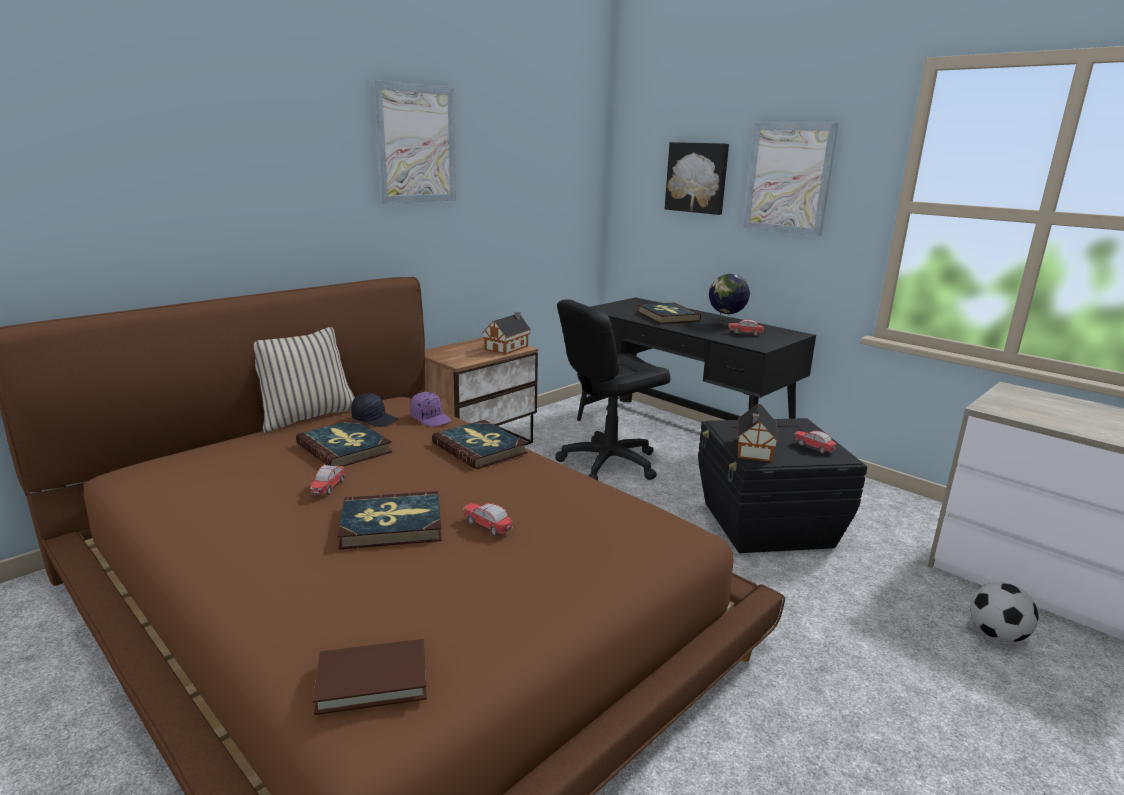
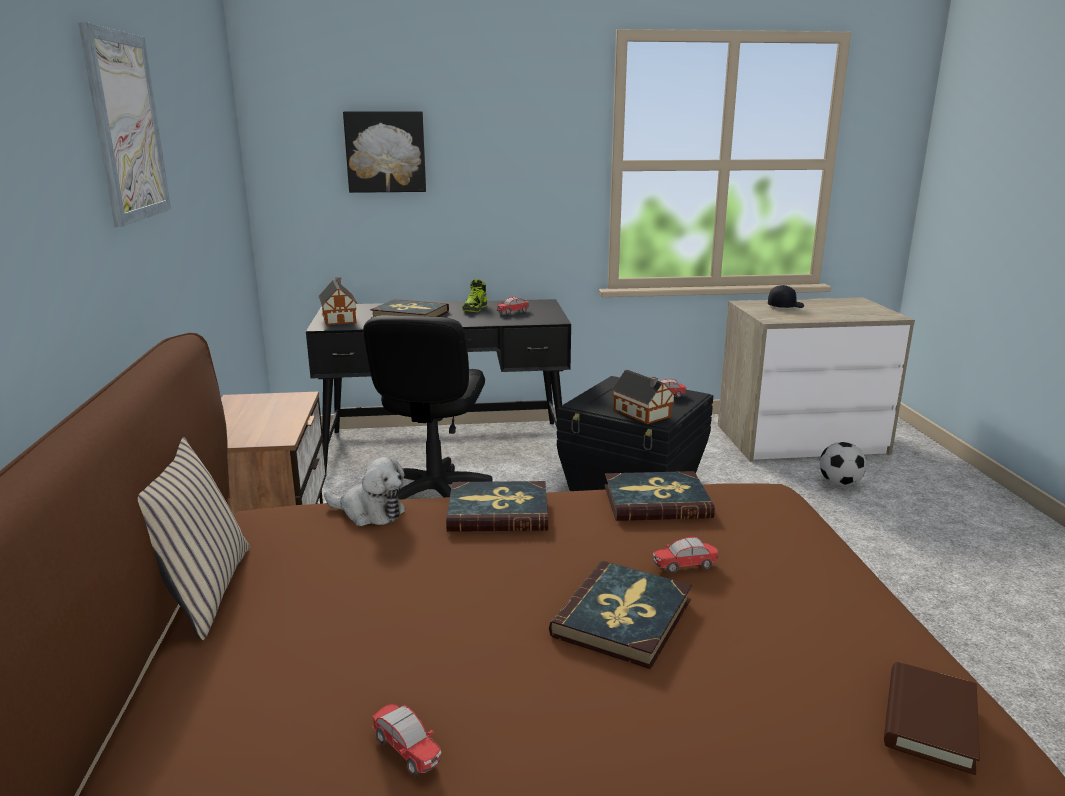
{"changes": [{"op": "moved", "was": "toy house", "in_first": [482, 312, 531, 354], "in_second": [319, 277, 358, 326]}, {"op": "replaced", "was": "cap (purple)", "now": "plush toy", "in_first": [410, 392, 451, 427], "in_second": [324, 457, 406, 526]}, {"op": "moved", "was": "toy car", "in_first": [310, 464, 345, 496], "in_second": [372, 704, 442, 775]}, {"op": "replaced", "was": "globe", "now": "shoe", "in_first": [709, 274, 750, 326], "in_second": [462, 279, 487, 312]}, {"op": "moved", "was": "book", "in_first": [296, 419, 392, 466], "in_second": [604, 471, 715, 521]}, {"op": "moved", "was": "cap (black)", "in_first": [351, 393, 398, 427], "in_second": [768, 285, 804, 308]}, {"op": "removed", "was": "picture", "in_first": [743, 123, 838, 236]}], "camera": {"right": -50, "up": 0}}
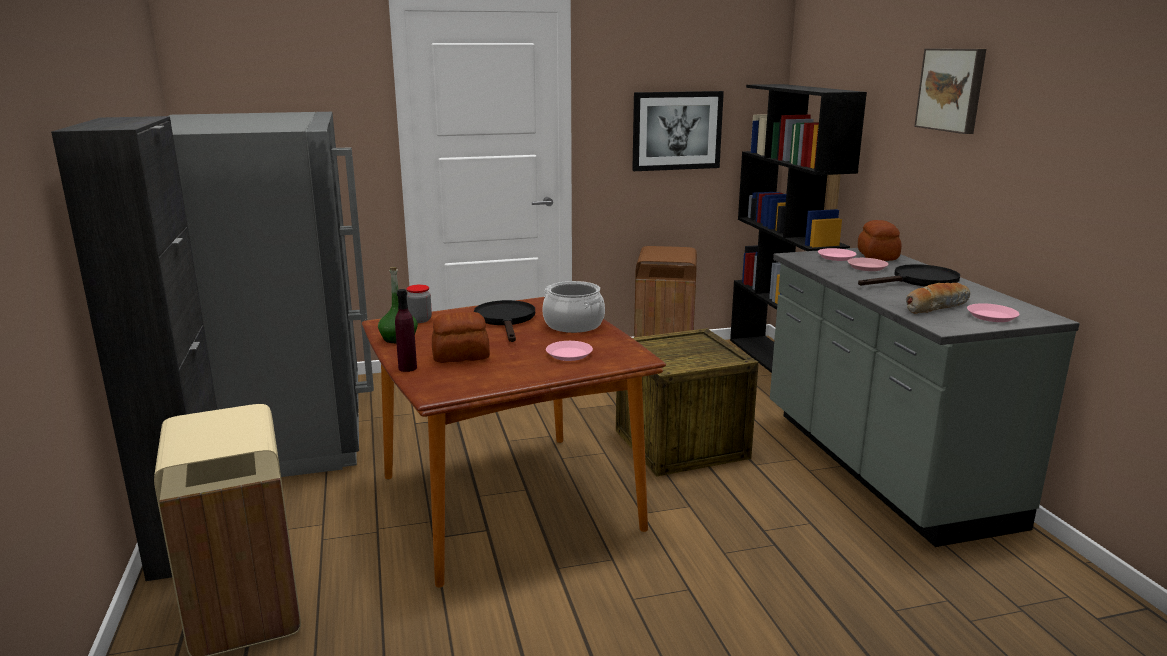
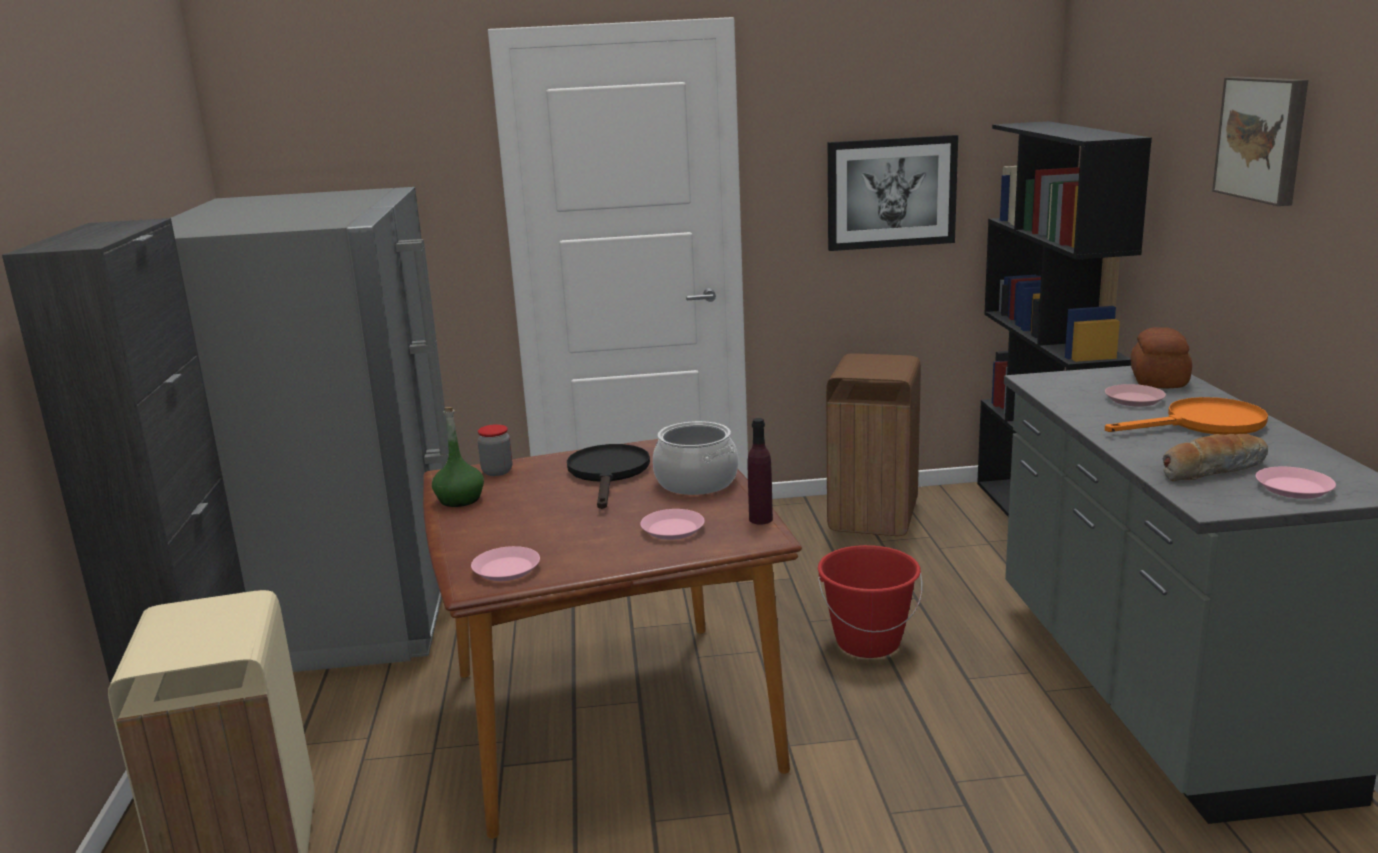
{"changes": [{"op": "moved", "was": "plate (pink)", "in_first": [818, 248, 856, 261], "in_second": [471, 546, 540, 581]}, {"op": "moved", "was": "bottle (purple)", "in_first": [395, 289, 417, 372], "in_second": [748, 418, 773, 524]}, {"op": "replaced", "was": "crate", "now": "bucket (red)", "in_first": [616, 328, 759, 477], "in_second": [818, 545, 922, 658]}, {"op": "recoloured", "was": "frying pan (black)", "now": "frying pan (orange)", "in_first": [858, 264, 960, 286], "in_second": [1105, 397, 1268, 435]}, {"op": "removed", "was": "bread", "in_first": [432, 312, 490, 363]}], "camera": {"right": 10, "up": 0}}
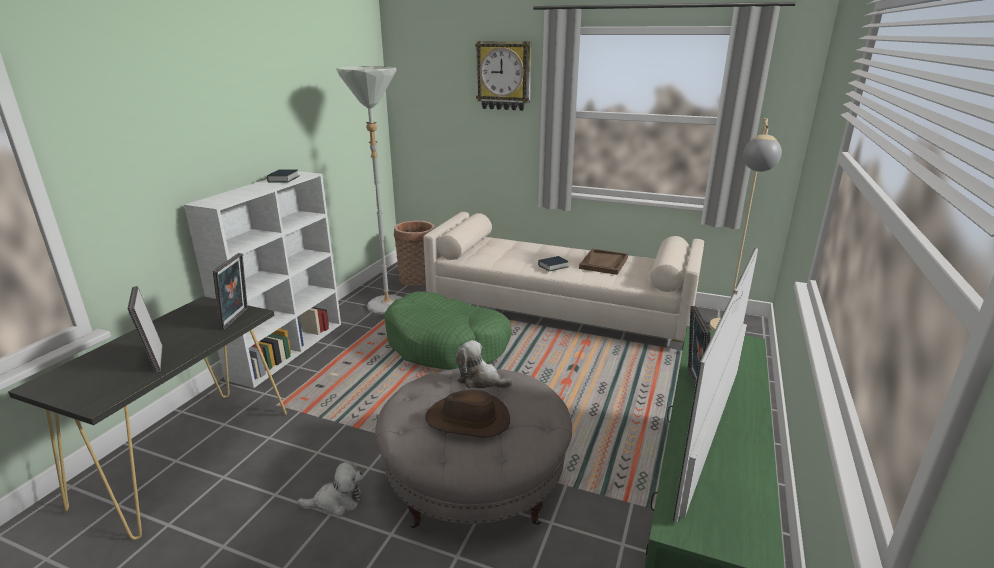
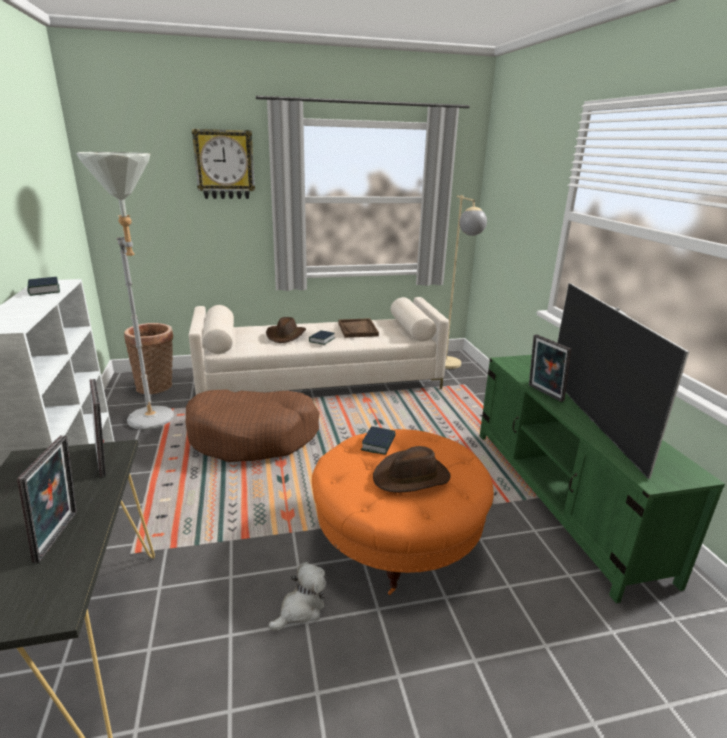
{"changes": [{"op": "turned", "was": "picture frame", "in_first": [127, 286, 163, 373], "in_second": [17, 435, 77, 563], "clockwise": -120}, {"op": "recoloured", "was": "dog bed (green)", "now": "dog bed (brown)", "in_first": [384, 292, 512, 370], "in_second": [185, 389, 320, 462]}, {"op": "added", "now": "hat (brown)", "in_second": [266, 317, 306, 343]}, {"op": "recoloured", "was": "ottoman (grey)", "now": "ottoman (orange)", "in_first": [375, 368, 572, 528], "in_second": [312, 429, 494, 595]}, {"op": "replaced", "was": "plush toy", "now": "book", "in_first": [455, 340, 512, 389], "in_second": [361, 426, 396, 455]}], "camera": {"right": -35, "up": 0}}
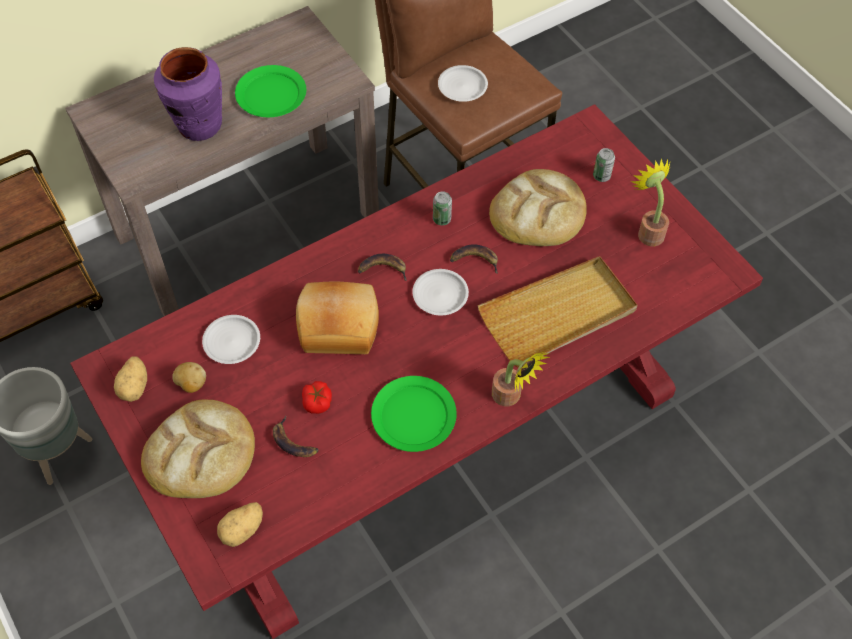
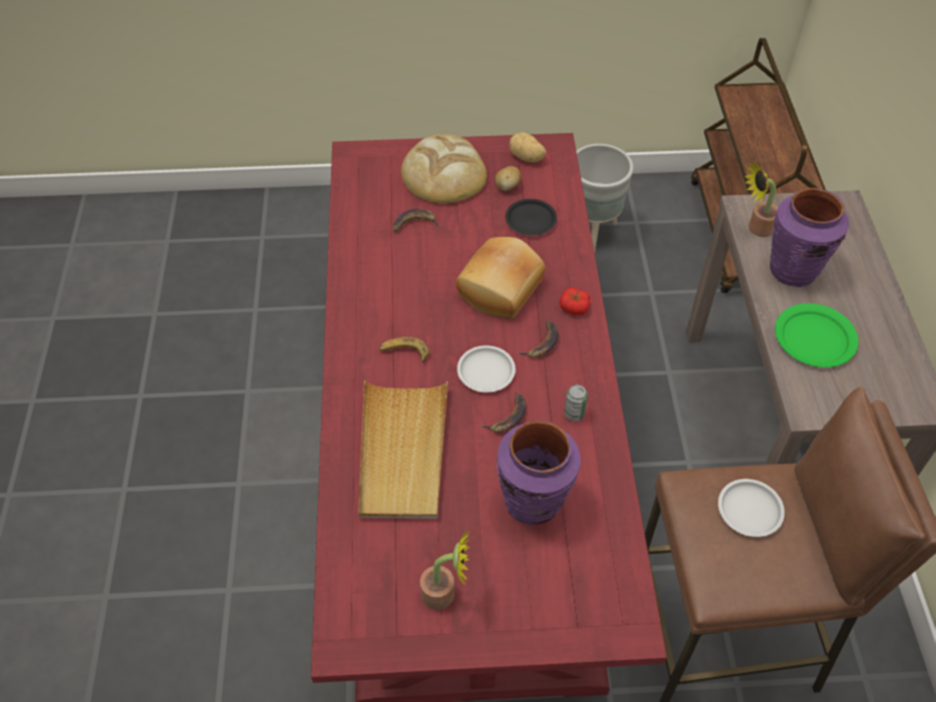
{"changes": [{"op": "added", "now": "banana", "in_second": [379, 337, 430, 363]}, {"op": "replaced", "was": "bread", "now": "vase (purple)", "in_first": [489, 169, 587, 246], "in_second": [497, 420, 580, 525]}, {"op": "recoloured", "was": "plate (white)", "now": "plate (black)", "in_first": [202, 315, 260, 364], "in_second": [505, 199, 557, 236]}, {"op": "moved", "was": "tomato", "in_first": [302, 381, 332, 414], "in_second": [559, 288, 590, 315]}, {"op": "moved", "was": "potted plant", "in_first": [492, 352, 550, 406], "in_second": [744, 160, 778, 237]}, {"op": "removed", "was": "potato", "in_first": [217, 502, 263, 547]}, {"op": "removed", "was": "plate (green)", "in_first": [371, 376, 457, 452]}, {"op": "removed", "was": "can", "in_first": [593, 148, 615, 182]}], "camera": {"right": 120, "up": -5}}
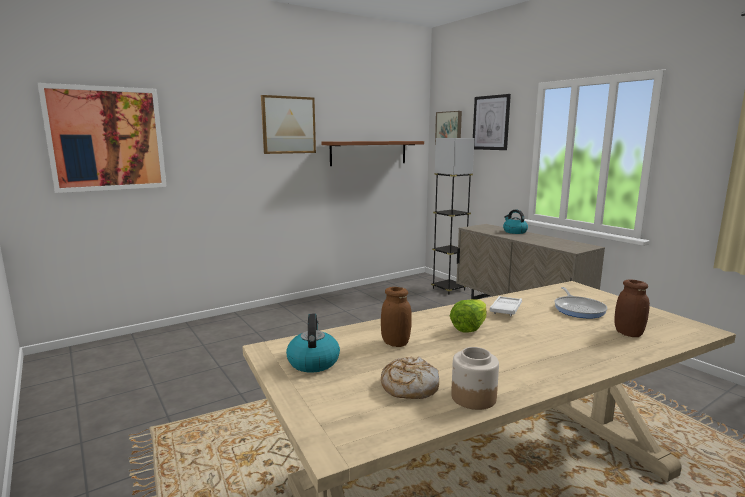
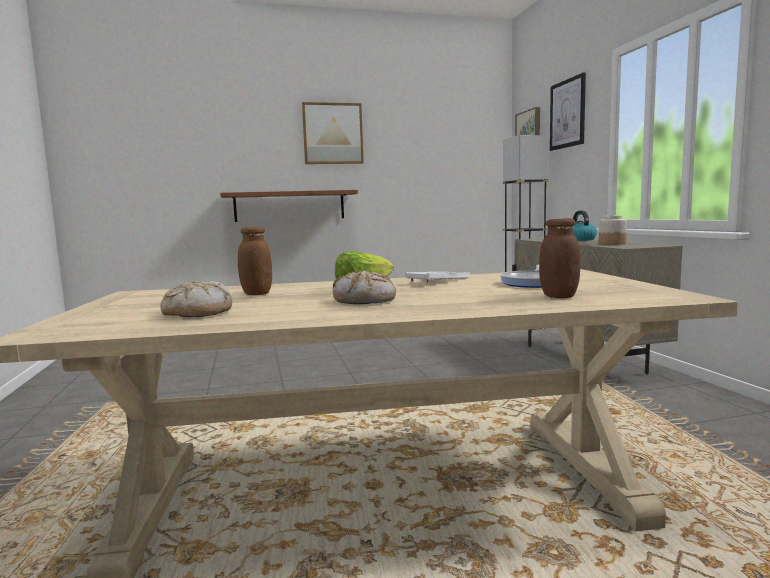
{"changes": [{"op": "moved", "was": "shelf (brown)", "in_first": [322, 141, 424, 166], "in_second": [220, 190, 358, 222]}, {"op": "added", "now": "bread", "in_second": [333, 270, 396, 304]}, {"op": "moved", "was": "jar", "in_first": [451, 347, 499, 410], "in_second": [599, 216, 627, 245]}, {"op": "removed", "was": "picture", "in_first": [38, 83, 167, 193]}, {"op": "removed", "was": "kettle", "in_first": [286, 314, 340, 372]}], "camera": {"right": 20, "up": -5}}
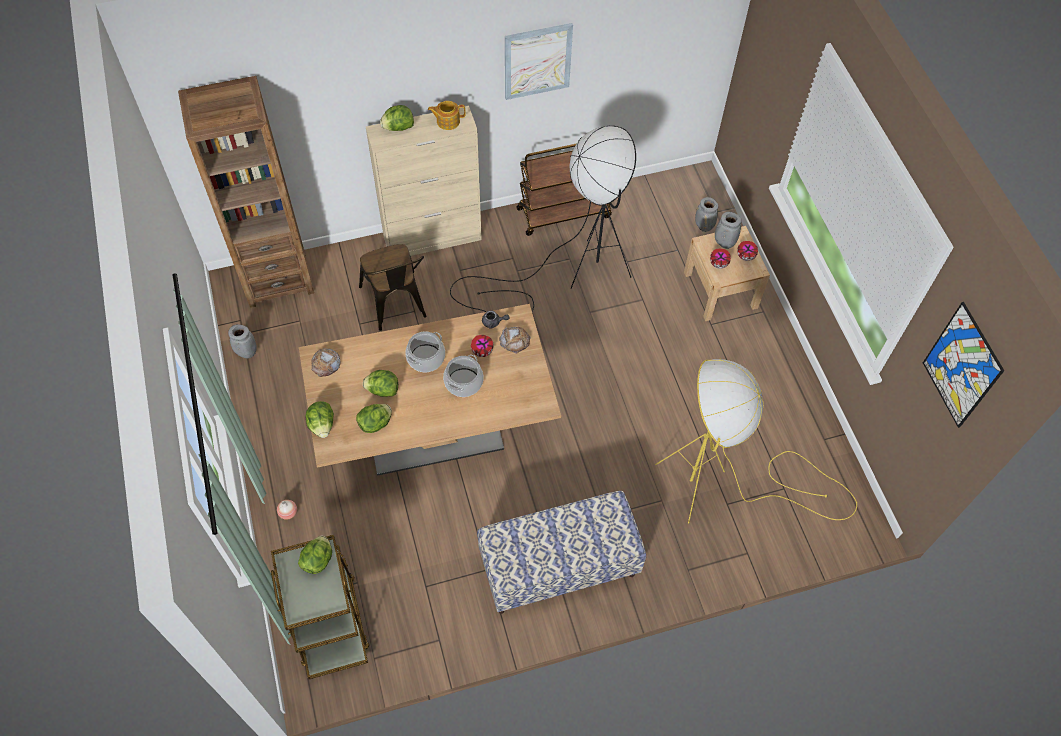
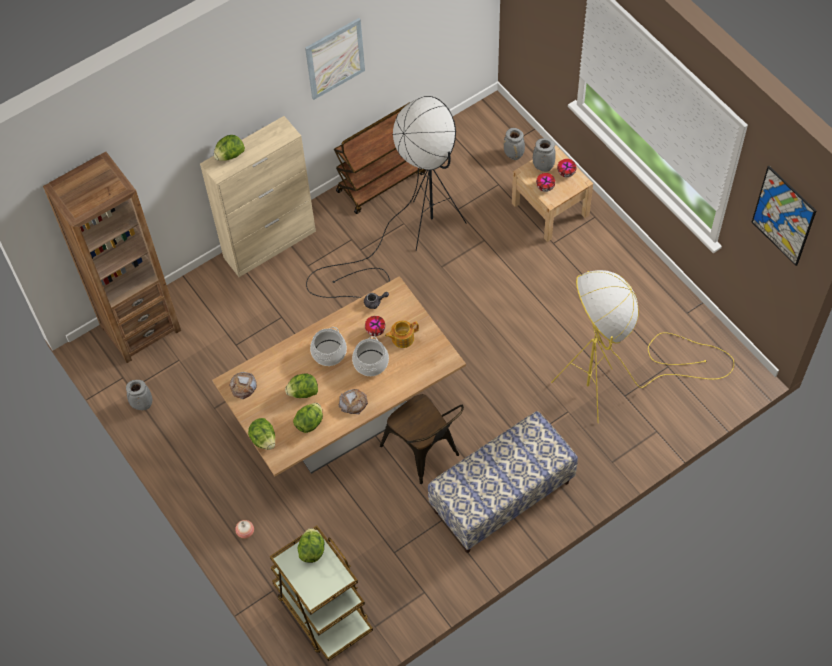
{"changes": [{"op": "moved", "was": "bread", "in_first": [499, 327, 531, 354], "in_second": [338, 389, 368, 414]}, {"op": "moved", "was": "chair (brown)", "in_first": [359, 244, 427, 331], "in_second": [380, 394, 464, 484]}, {"op": "moved", "was": "teapot", "in_first": [428, 101, 466, 130], "in_second": [385, 320, 419, 348]}], "camera": {"right": -15, "up": 0}}
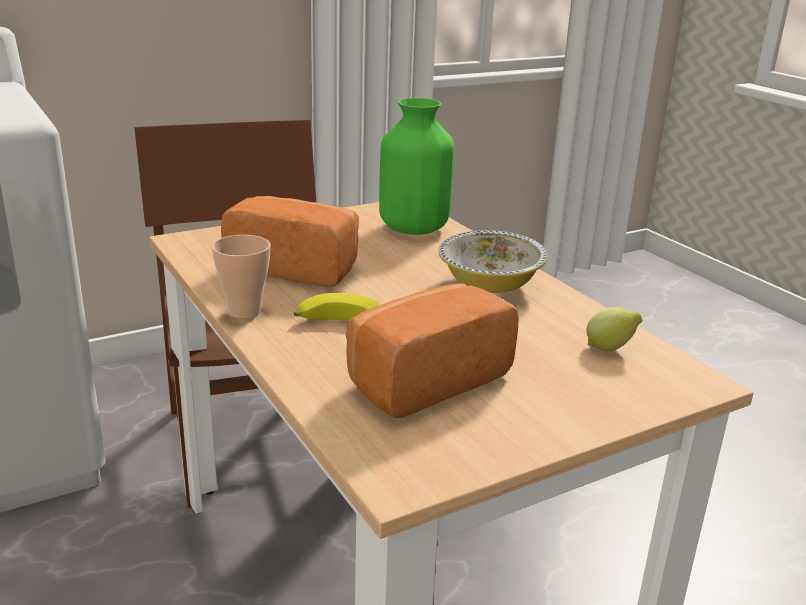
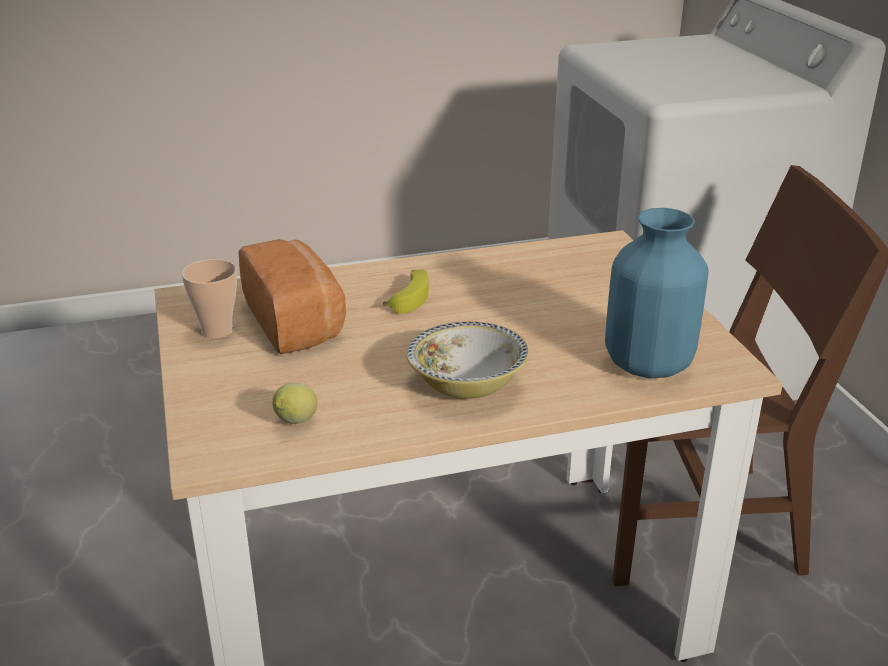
{"changes": [{"op": "moved", "was": "cup", "in_first": [212, 235, 271, 319], "in_second": [182, 259, 237, 339]}, {"op": "recoloured", "was": "vase (green)", "now": "vase (blue)", "in_first": [379, 98, 455, 235], "in_second": [605, 208, 708, 378]}, {"op": "removed", "was": "bread", "in_first": [221, 196, 359, 287]}], "camera": {"right": 105, "up": 5}}
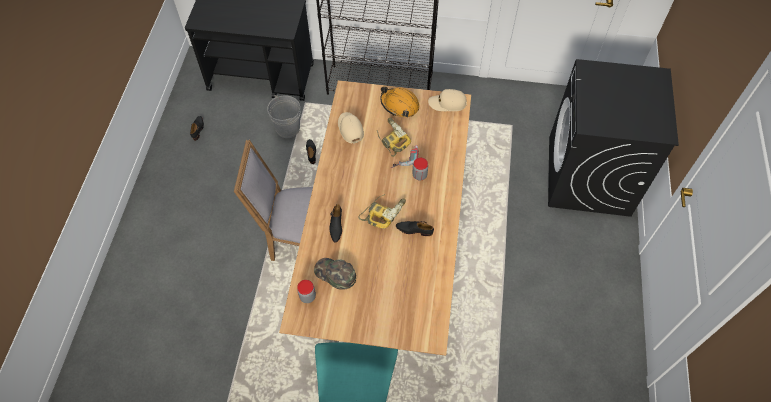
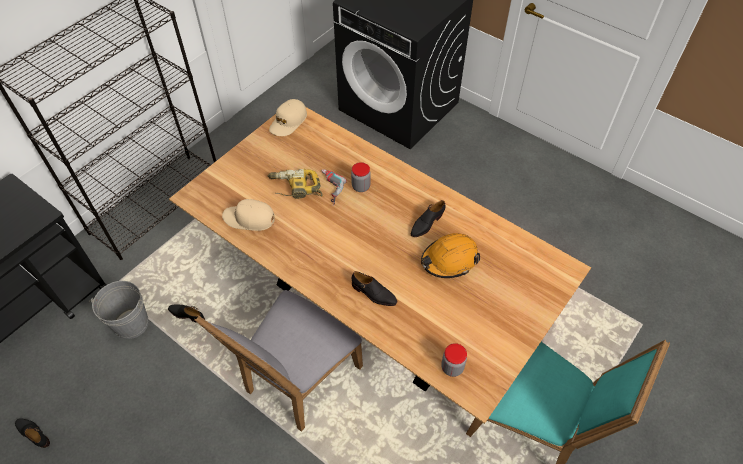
{"changes": [{"op": "moved", "was": "hard hat (orange)", "in_first": [380, 87, 420, 117], "in_second": [421, 233, 480, 278]}, {"op": "removed", "was": "cap (green)", "in_first": [314, 258, 356, 290]}, {"op": "removed", "was": "power drill", "in_first": [358, 194, 406, 229]}], "camera": {"right": -60, "up": -5}}
